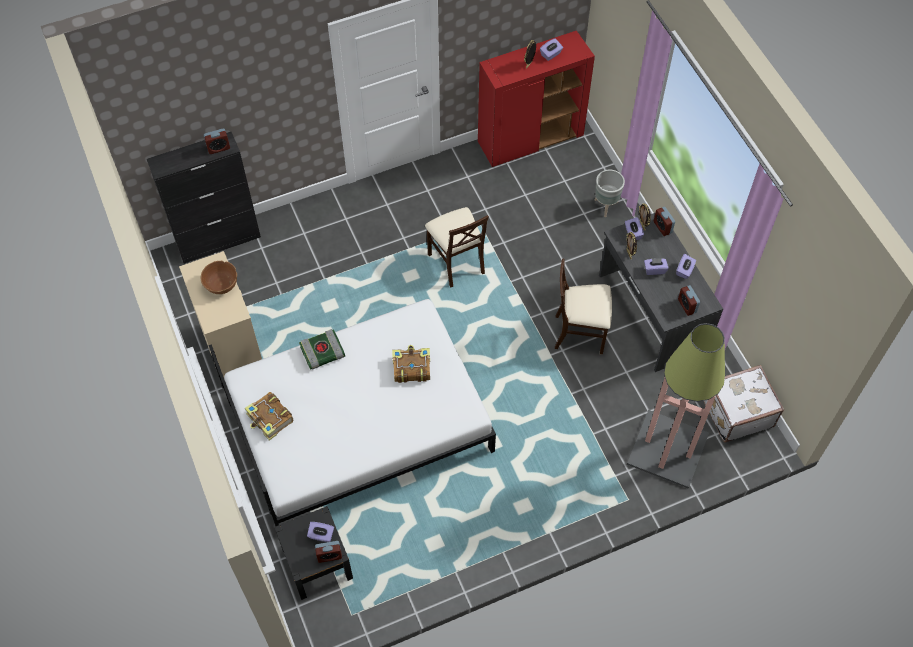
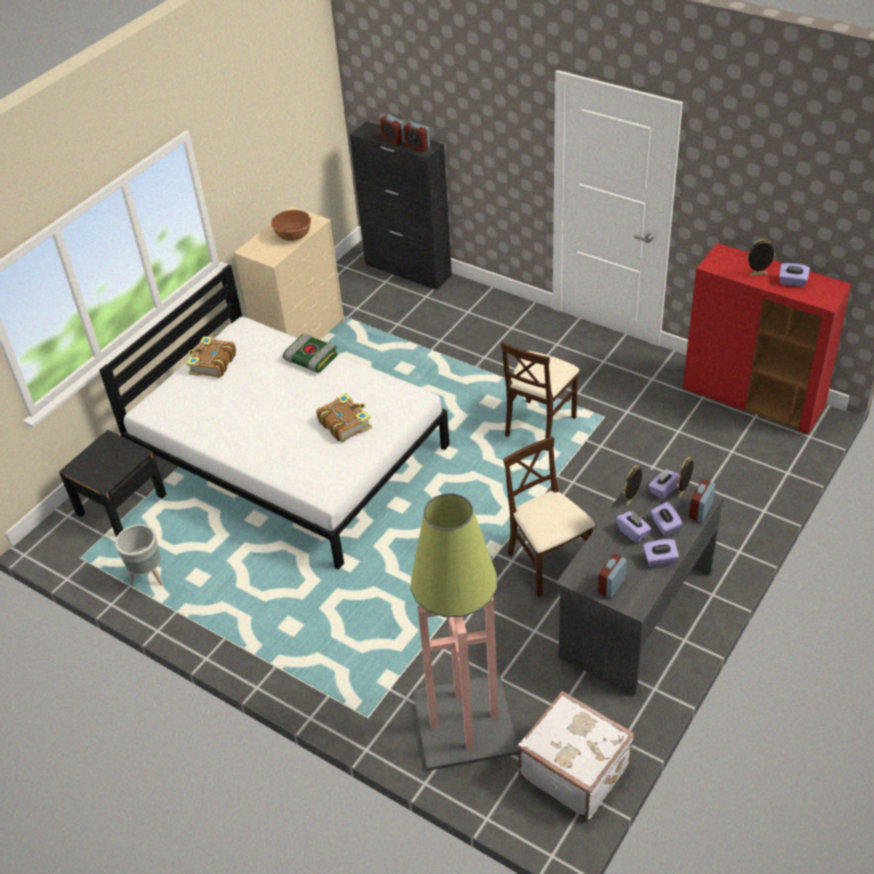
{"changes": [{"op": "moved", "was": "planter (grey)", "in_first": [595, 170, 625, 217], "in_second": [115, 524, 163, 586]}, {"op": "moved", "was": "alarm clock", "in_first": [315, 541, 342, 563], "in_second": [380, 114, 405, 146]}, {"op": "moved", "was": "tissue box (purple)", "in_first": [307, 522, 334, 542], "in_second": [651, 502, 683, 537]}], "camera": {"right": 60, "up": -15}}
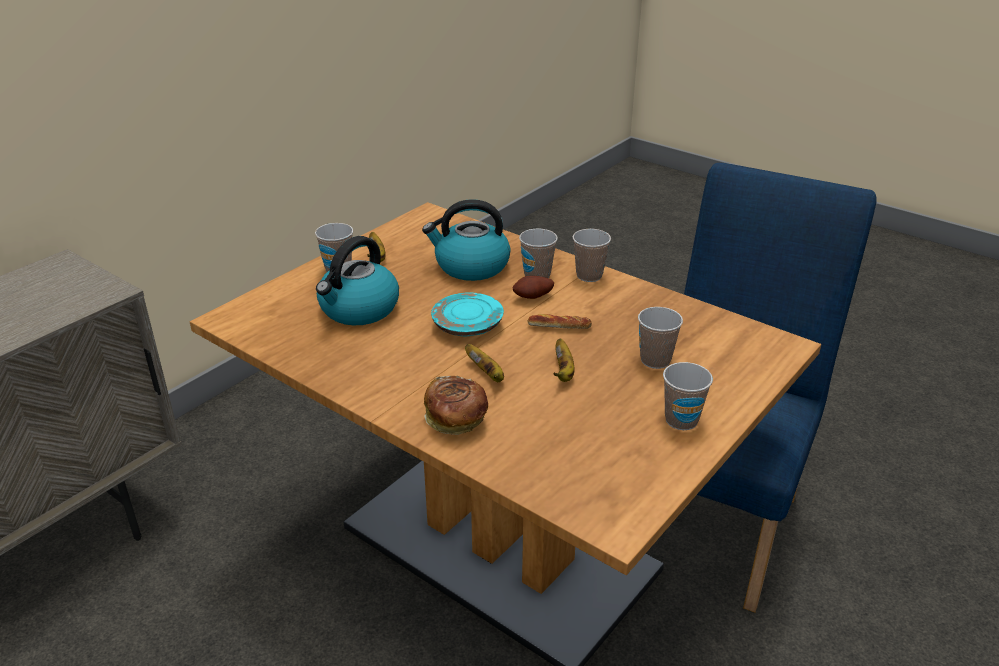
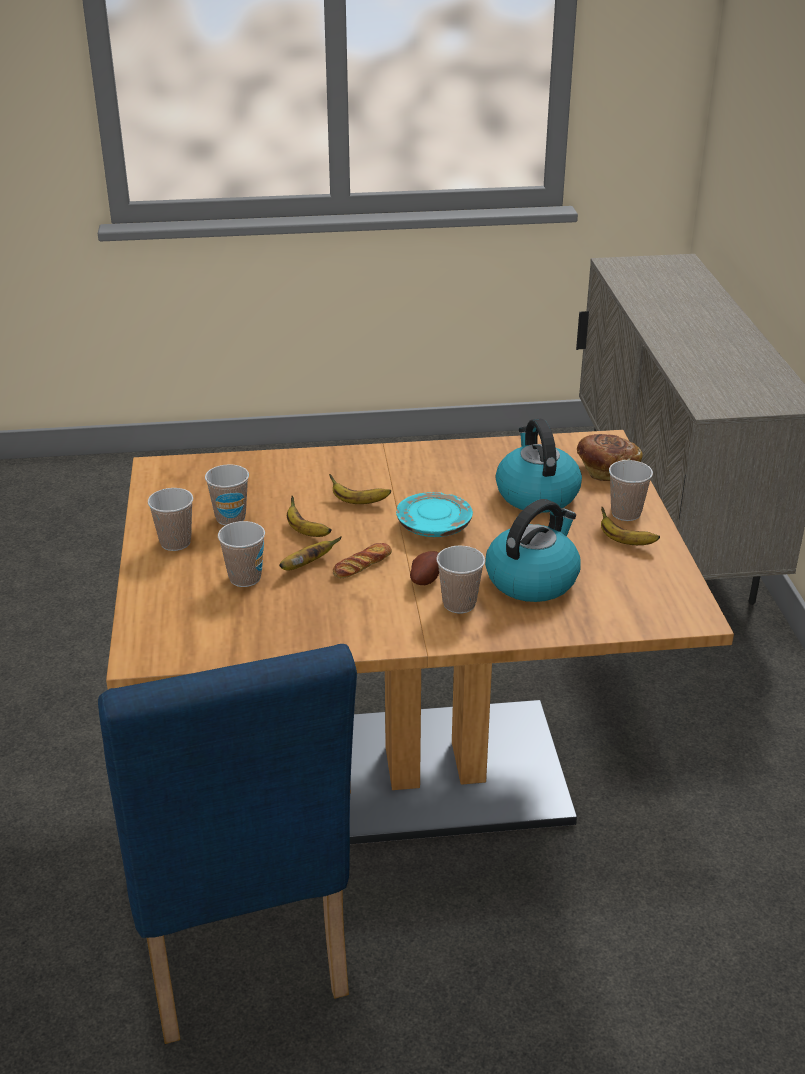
{"changes": [{"op": "moved", "was": "cup", "in_first": [573, 229, 611, 282], "in_second": [205, 464, 249, 526]}, {"op": "added", "now": "banana", "in_second": [279, 536, 342, 570]}, {"op": "moved", "was": "bread", "in_first": [424, 376, 488, 435], "in_second": [577, 434, 643, 481]}], "camera": {"right": 135, "up": 0}}
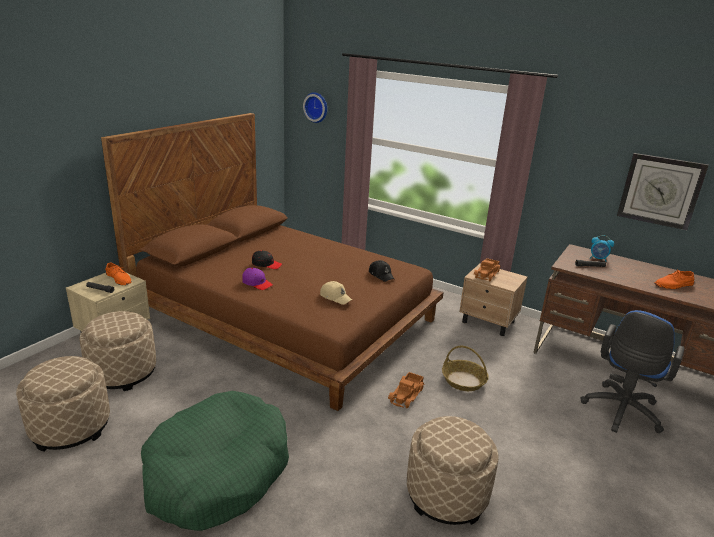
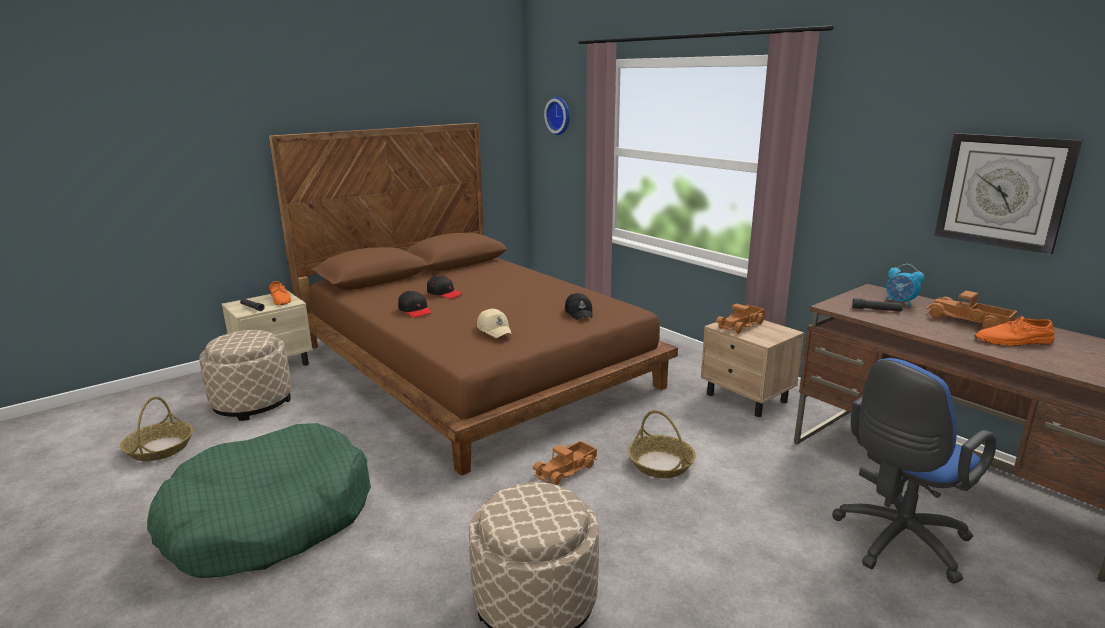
{"changes": [{"op": "replaced", "was": "ottoman (beige)", "now": "basket", "in_first": [16, 356, 110, 452], "in_second": [120, 396, 193, 461]}, {"op": "recoloured", "was": "cap (purple)", "now": "cap (black)", "in_first": [242, 268, 273, 290], "in_second": [398, 290, 432, 317]}, {"op": "added", "now": "toy truck", "in_second": [926, 291, 1017, 329]}], "camera": {"right": 20, "up": -5}}
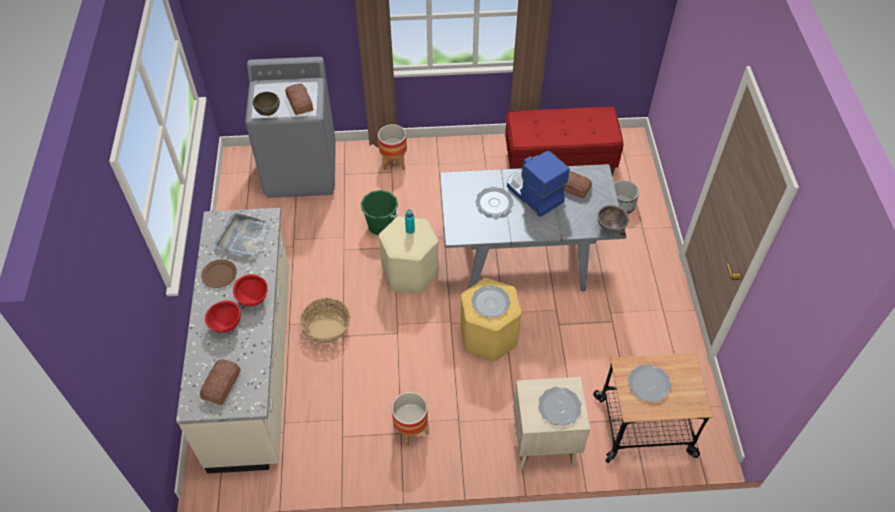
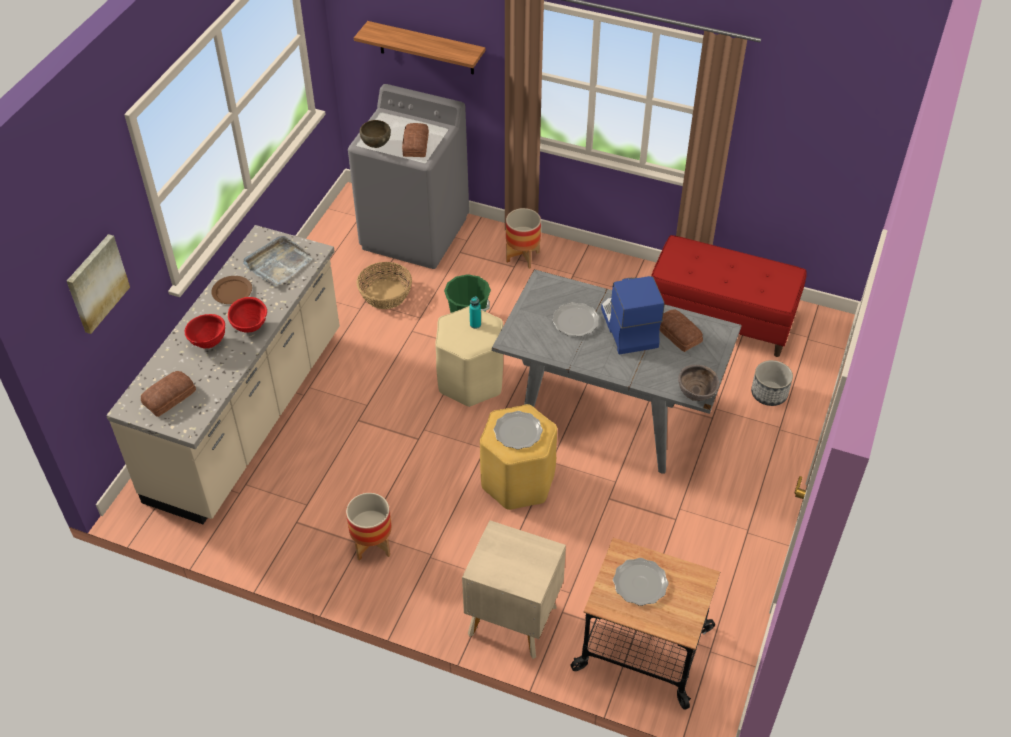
{"changes": [{"op": "added", "now": "picture", "in_second": [67, 234, 130, 334]}, {"op": "added", "now": "shelf", "in_second": [354, 21, 485, 75]}, {"op": "moved", "was": "basket", "in_first": [300, 298, 350, 343], "in_second": [357, 262, 412, 309]}, {"op": "removed", "was": "plate", "in_first": [538, 387, 581, 426]}], "camera": {"right": 25, "up": -5}}
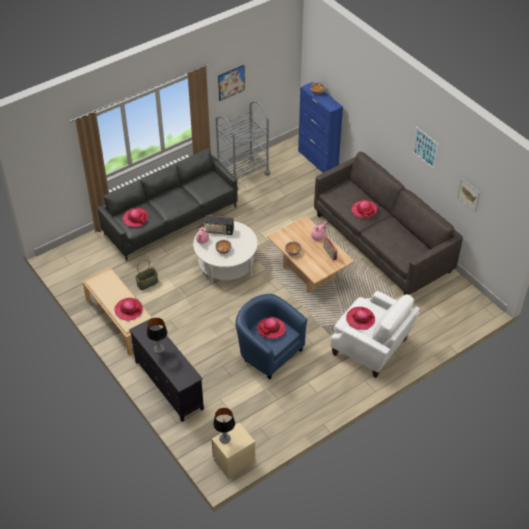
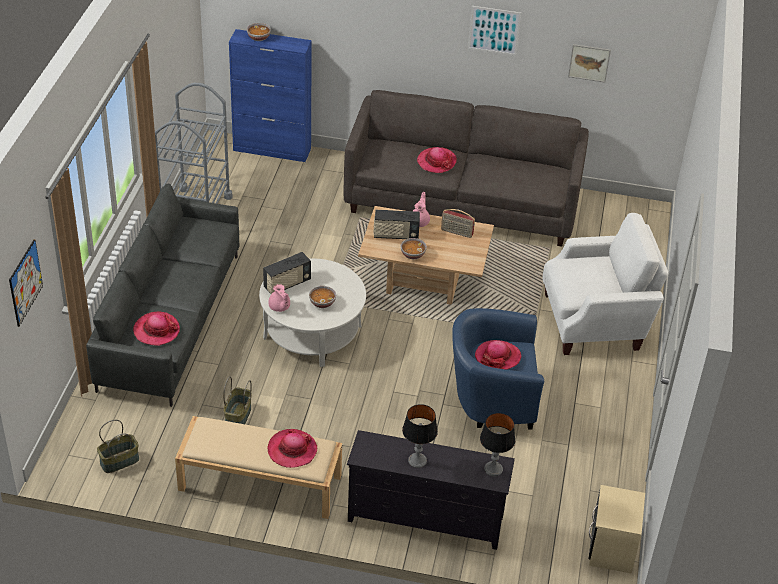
{"changes": [{"op": "moved", "was": "picture", "in_first": [218, 65, 245, 101], "in_second": [9, 239, 43, 327]}, {"op": "added", "now": "basket", "in_second": [97, 420, 139, 473]}, {"op": "added", "now": "radio", "in_second": [373, 209, 420, 239]}, {"op": "moved", "was": "table lamp", "in_first": [213, 408, 235, 444], "in_second": [480, 413, 515, 476]}, {"op": "removed", "was": "hat", "in_first": [346, 307, 375, 330]}], "camera": {"right": -45, "up": -5}}
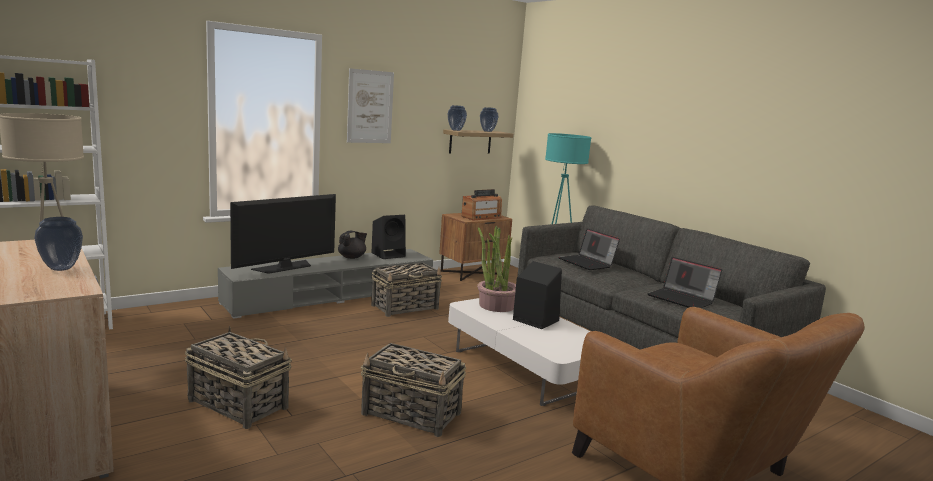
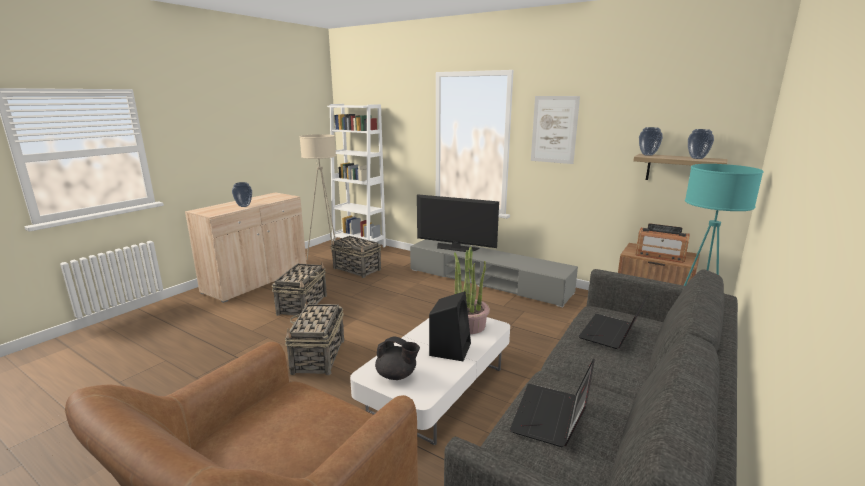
{"changes": [{"op": "moved", "was": "basket", "in_first": [371, 263, 442, 317], "in_second": [330, 236, 381, 278]}, {"op": "moved", "was": "teapot (black)", "in_first": [338, 231, 367, 259], "in_second": [375, 337, 420, 380]}, {"op": "removed", "was": "speaker (black)", "in_first": [371, 215, 406, 259]}], "camera": {"right": 70, "up": 5}}
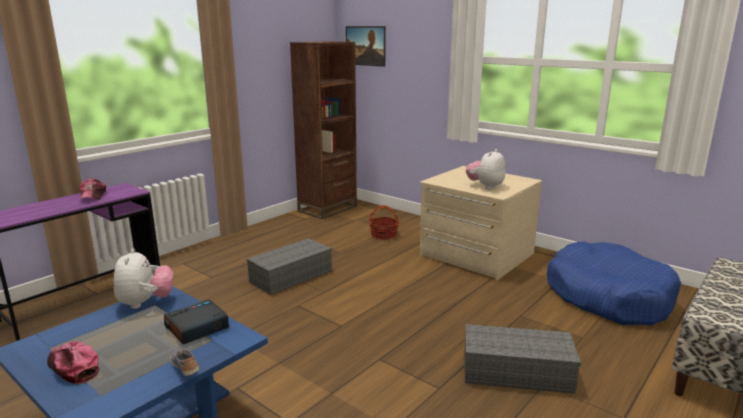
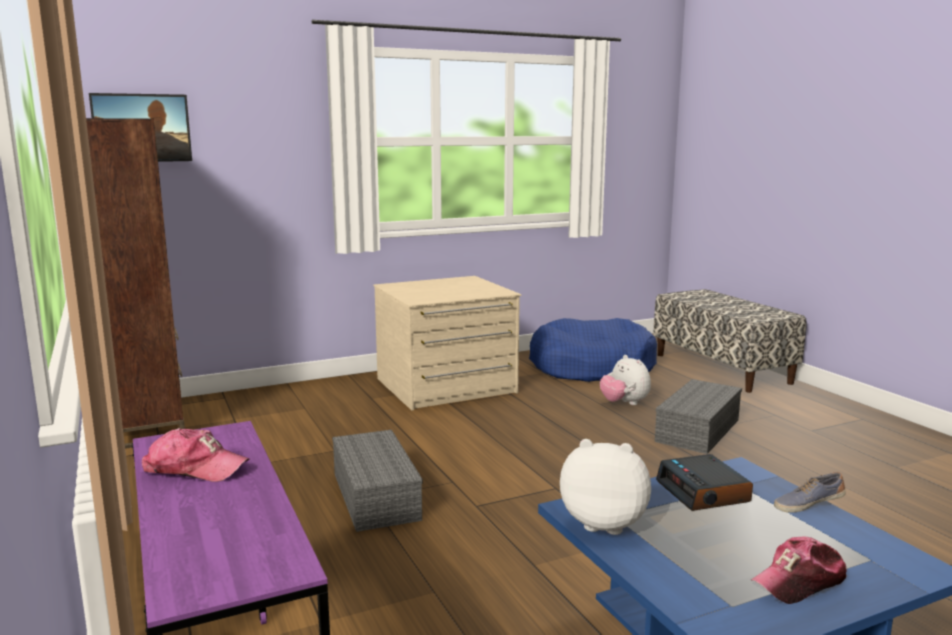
{"changes": [{"op": "moved", "was": "plush toy", "in_first": [466, 149, 505, 189], "in_second": [600, 355, 651, 405]}, {"op": "removed", "was": "basket", "in_first": [369, 205, 399, 239]}], "camera": {"right": -65, "up": -5}}
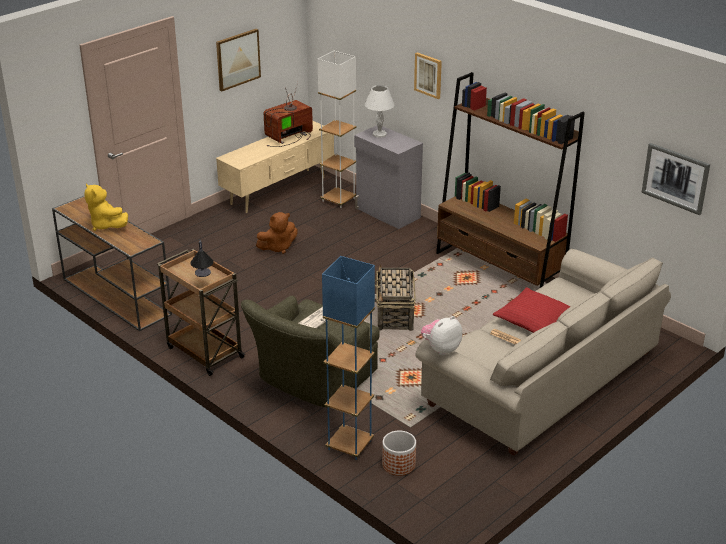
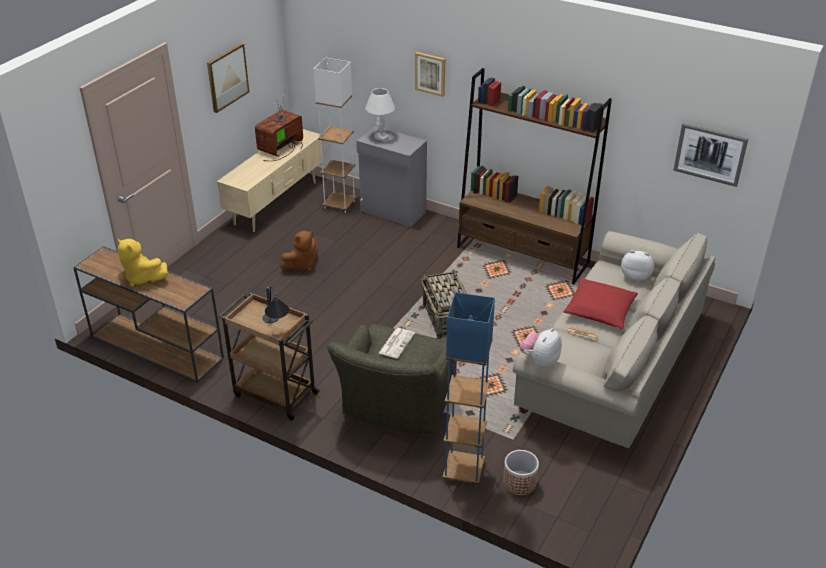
{"changes": [{"op": "added", "now": "plush toy", "in_second": [621, 250, 654, 282]}], "camera": {"right": -15, "up": 5}}
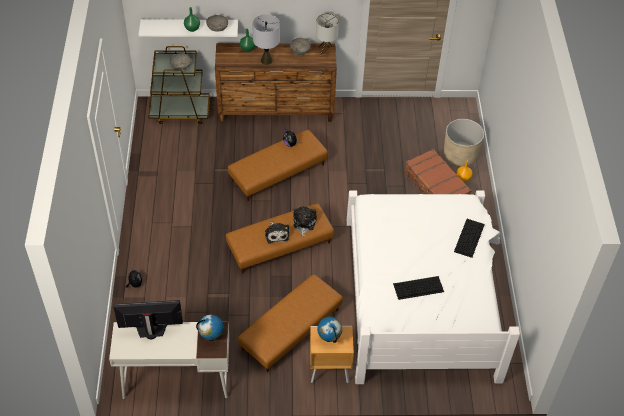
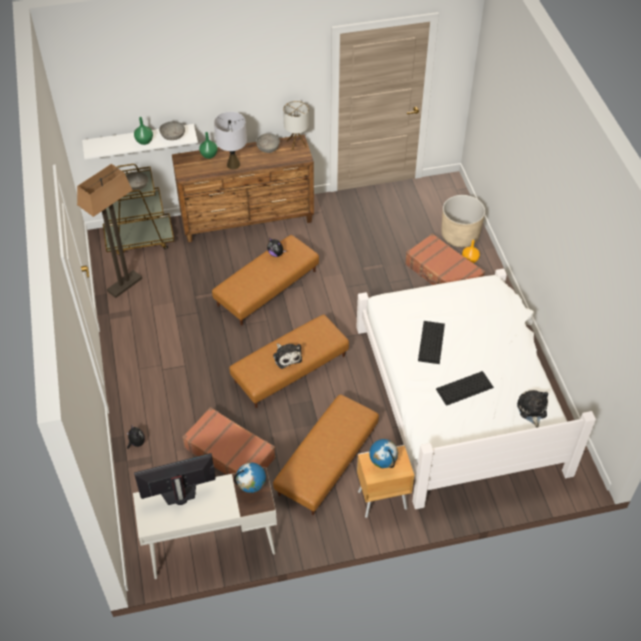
{"changes": [{"op": "added", "now": "floor lamp", "in_second": [77, 164, 142, 298]}, {"op": "added", "now": "suitcase (brown)", "in_second": [182, 407, 276, 475]}, {"op": "moved", "was": "keyboard", "in_first": [454, 219, 485, 258], "in_second": [418, 321, 445, 364]}, {"op": "moved", "was": "plush toy", "in_first": [293, 206, 317, 237], "in_second": [517, 390, 548, 427]}], "camera": {"right": -10, "up": 0}}
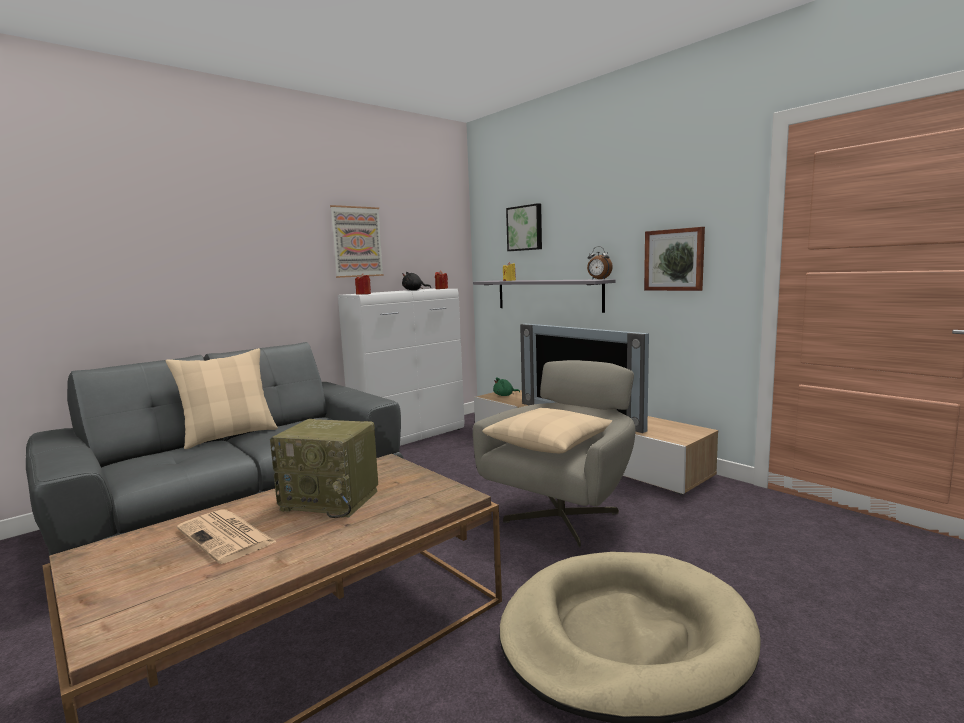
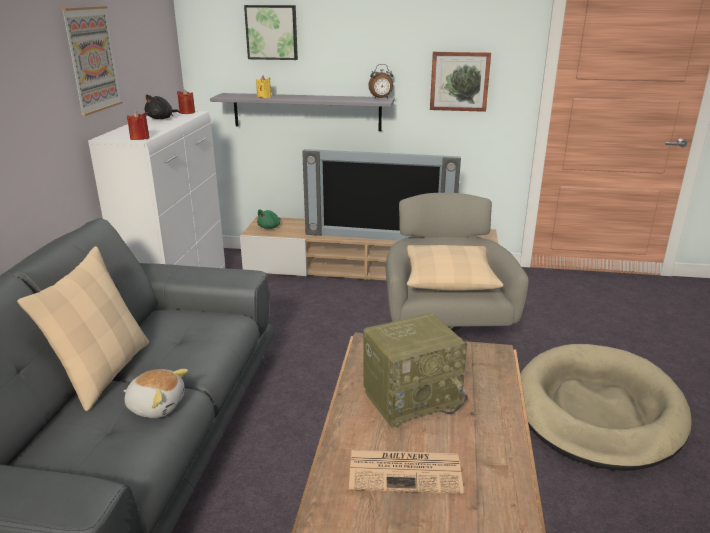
{"changes": [{"op": "added", "now": "plush toy", "in_second": [124, 369, 188, 418]}], "camera": {"right": -40, "up": 15}}
